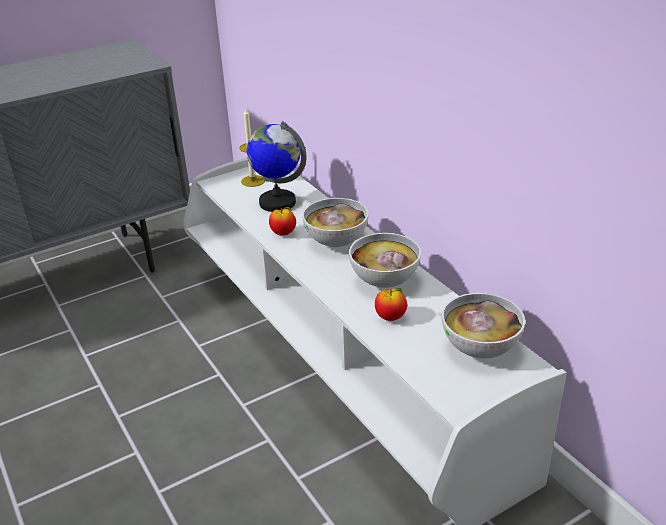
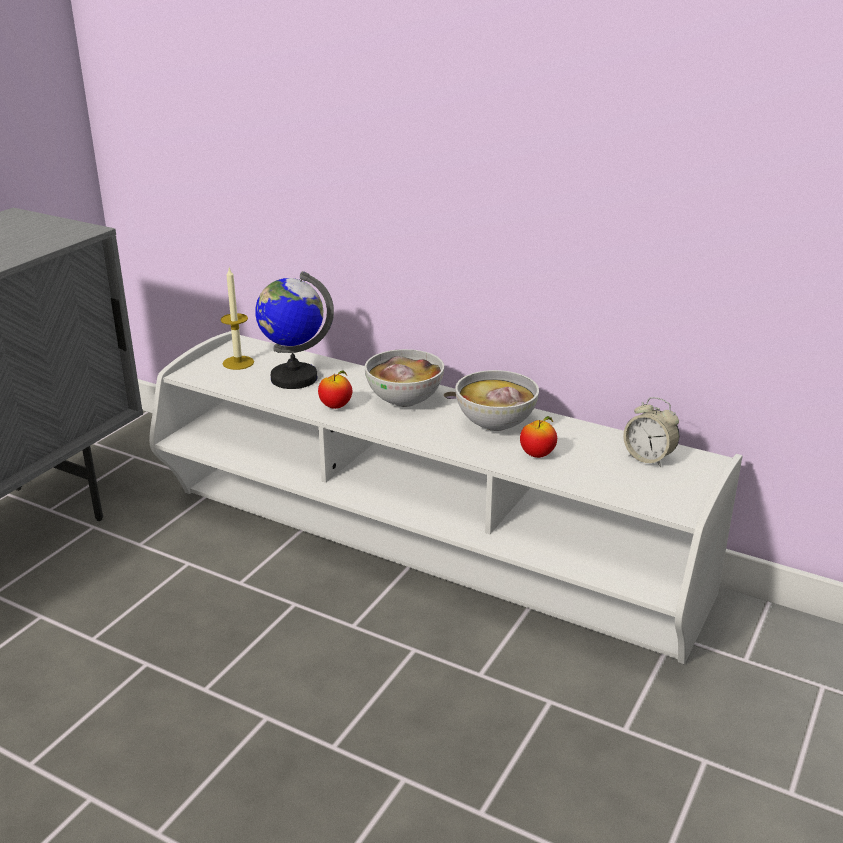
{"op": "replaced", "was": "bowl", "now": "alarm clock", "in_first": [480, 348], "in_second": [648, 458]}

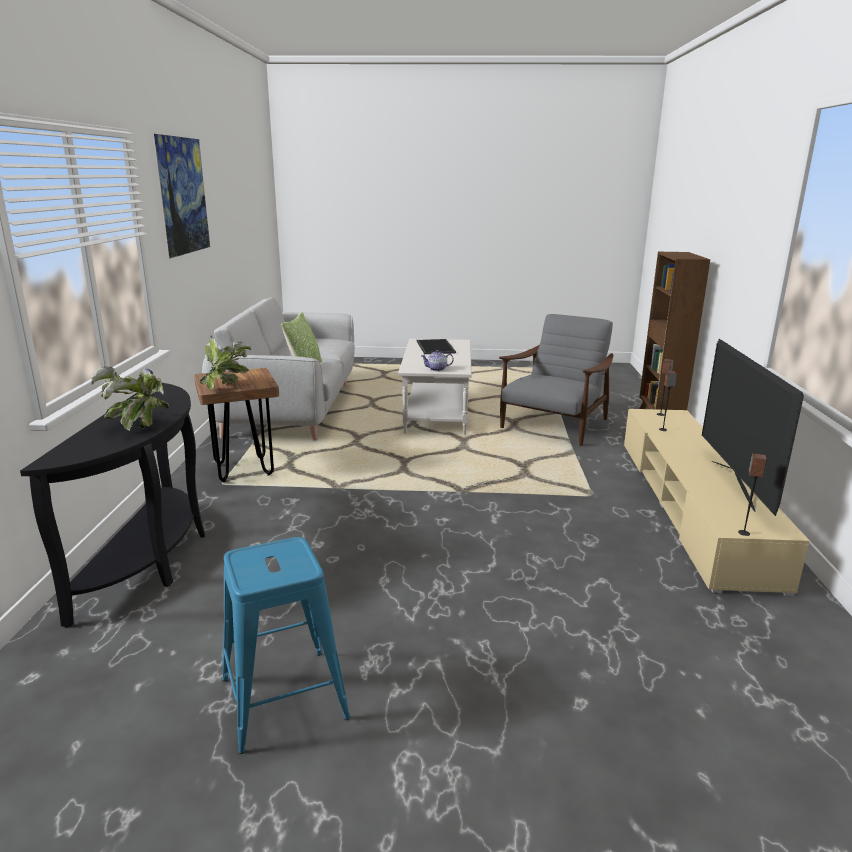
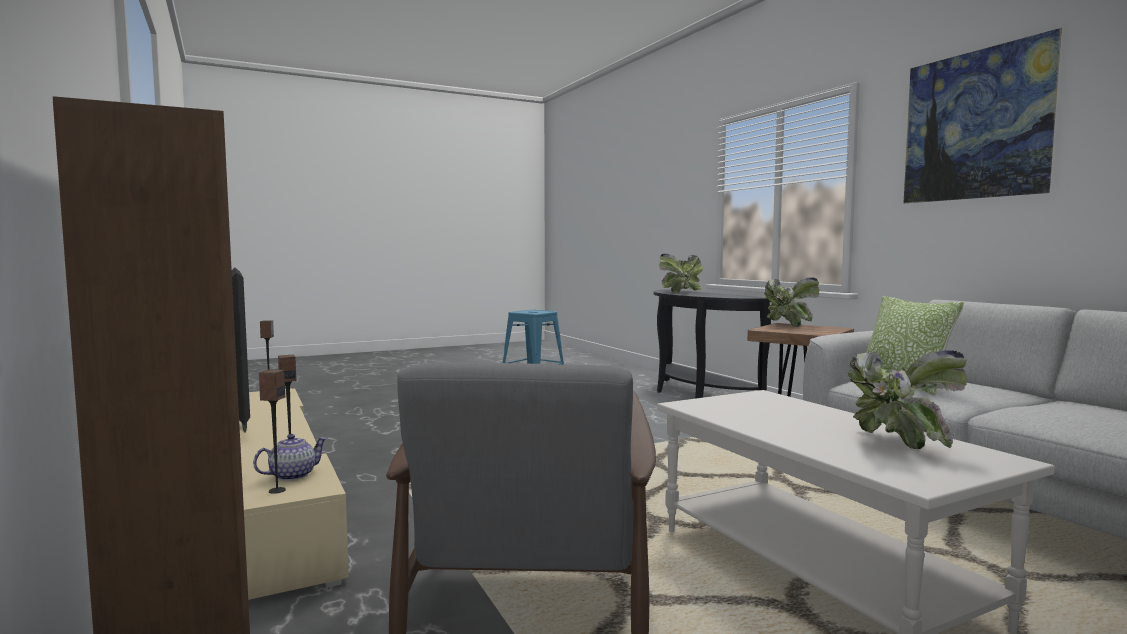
{"op": "moved", "was": "teapot", "in_first": [437, 369], "in_second": [292, 475]}
{"op": "replaced", "was": "tray", "now": "potted plant", "in_first": [434, 347], "in_second": [894, 445]}

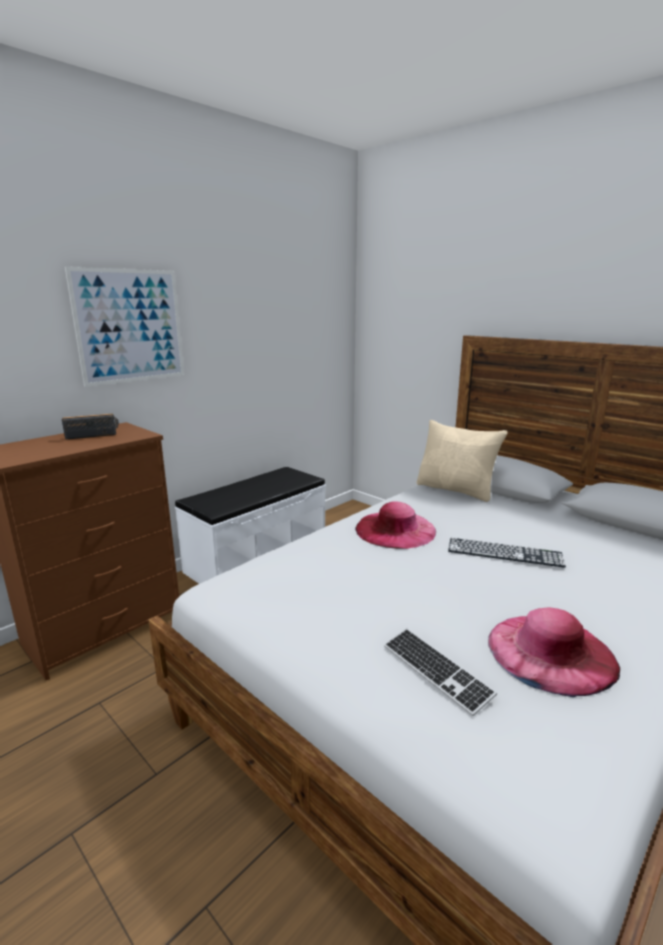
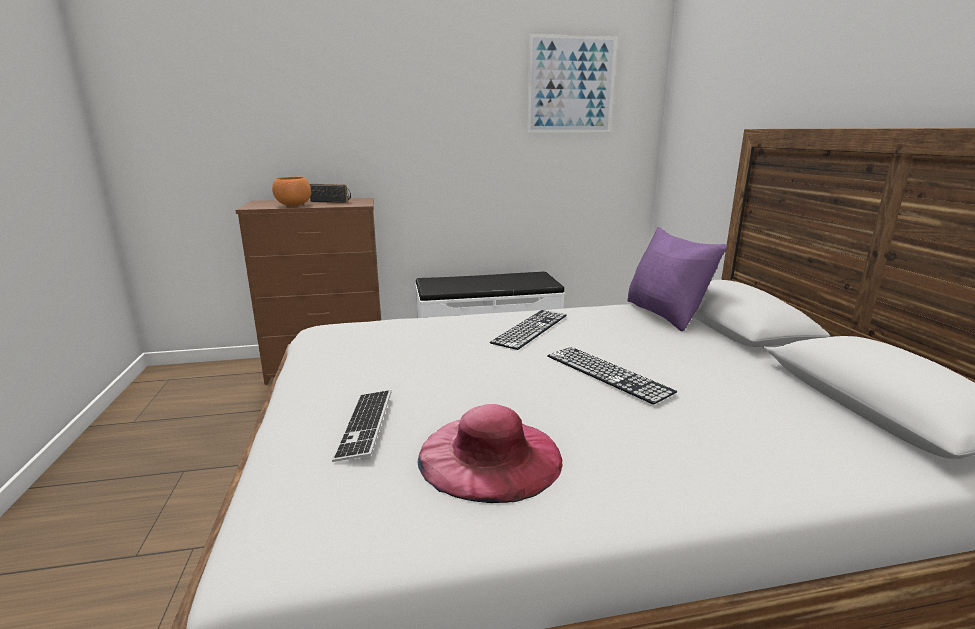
{"op": "added", "now": "orange bowl", "in_second": [293, 205]}
{"op": "replaced", "was": "pink hat", "now": "keyboard", "in_first": [395, 529], "in_second": [530, 328]}
{"op": "moved", "was": "picture", "in_first": [130, 326], "in_second": [571, 85]}
{"op": "recoloured", "was": "beige pillow", "now": "purple pillow", "in_first": [456, 490], "in_second": [665, 314]}

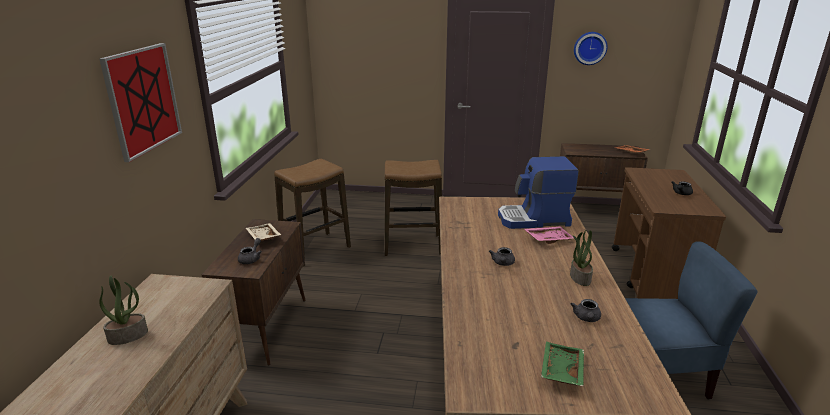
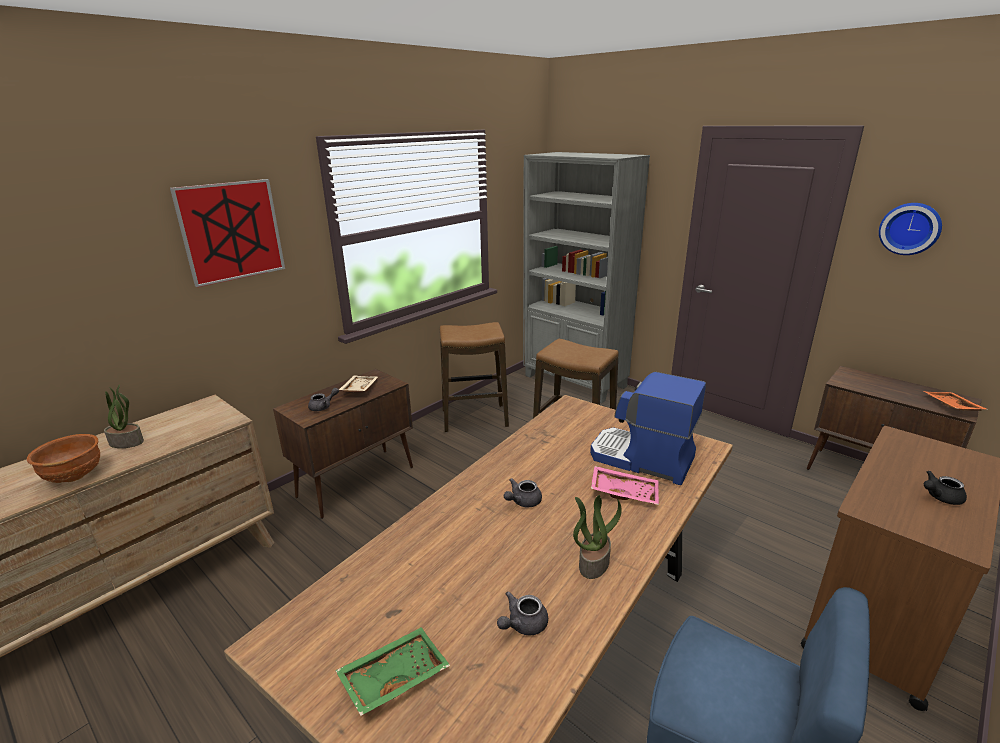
{"op": "added", "now": "brown bowl", "in_second": [75, 476]}
{"op": "added", "now": "grey bookcase", "in_second": [575, 381]}

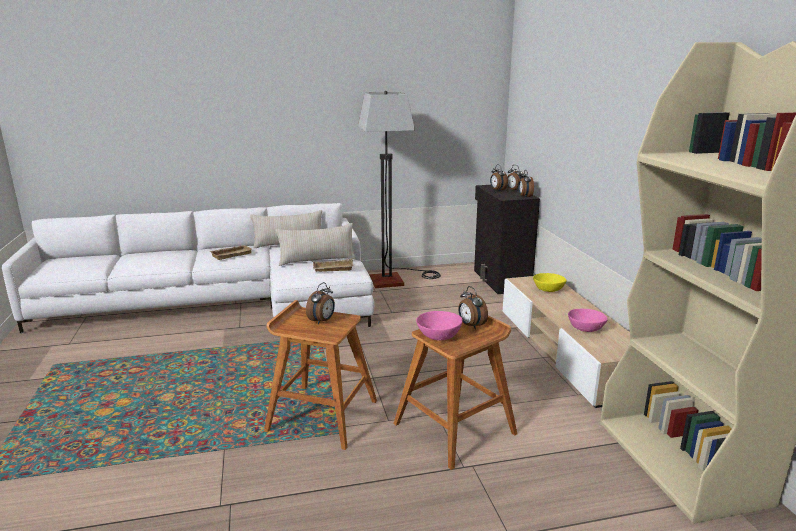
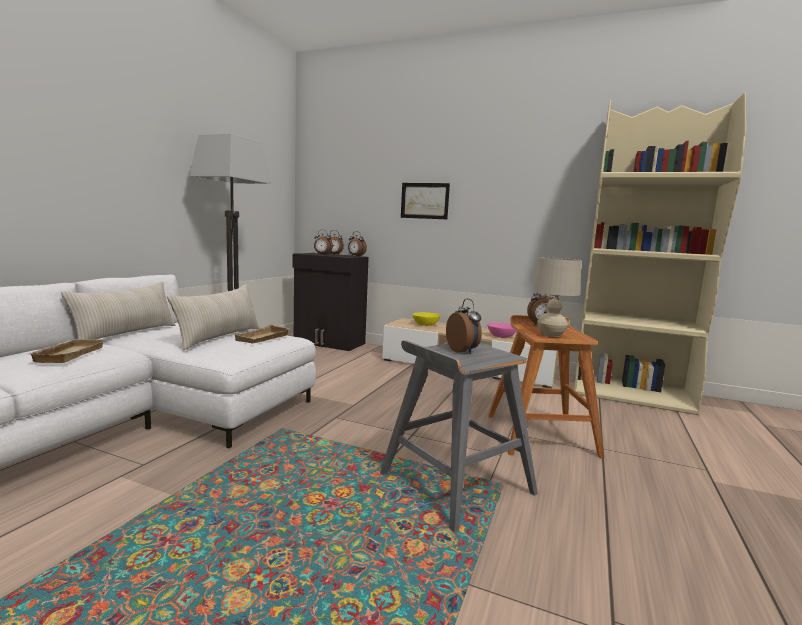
{"op": "recoloured", "was": "brown stool", "now": "grey stool", "in_first": [321, 415], "in_second": [455, 484]}
{"op": "added", "now": "picture", "in_second": [424, 200]}
{"op": "replaced", "was": "pink bowl", "now": "beige table lamp", "in_first": [438, 335], "in_second": [551, 335]}

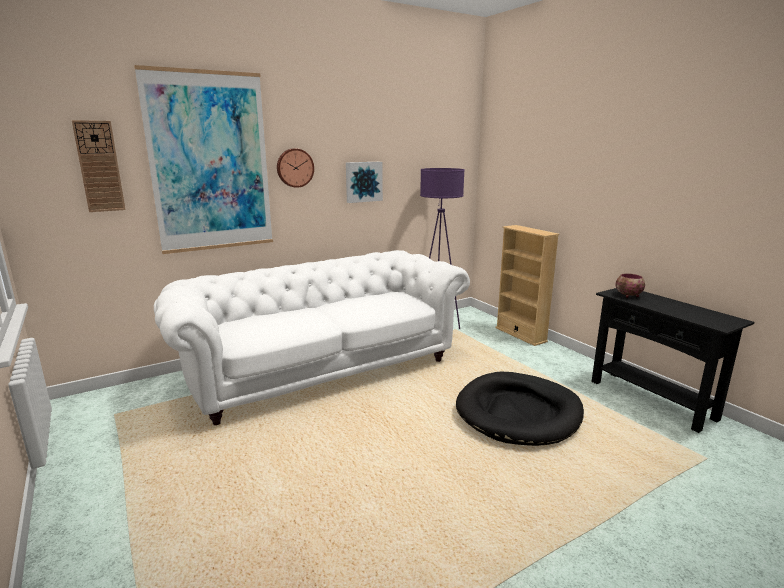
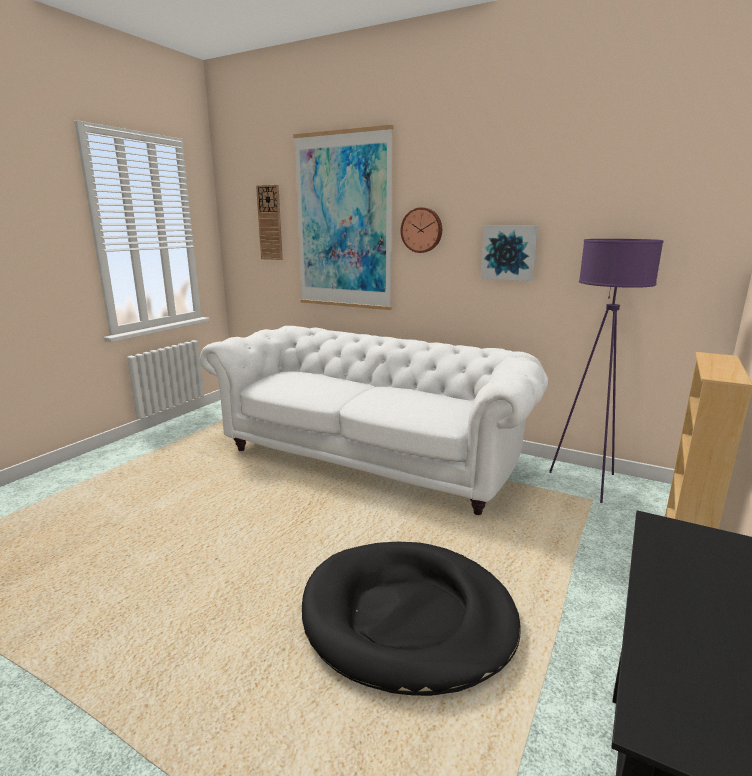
{"op": "removed", "was": "bowl", "in_first": [628, 295]}

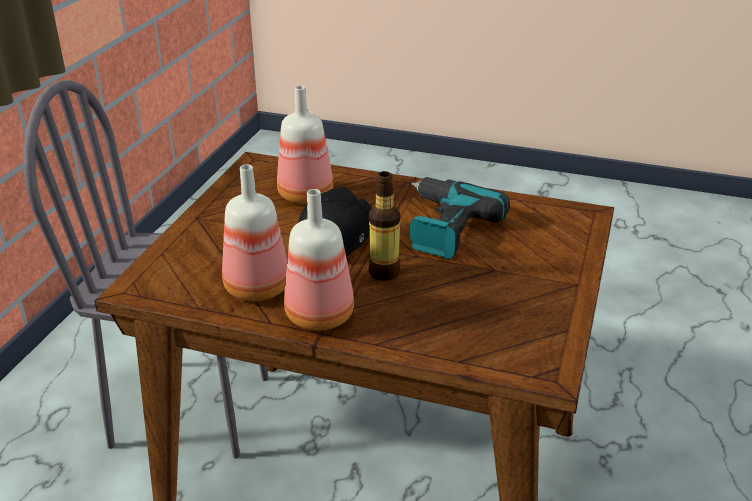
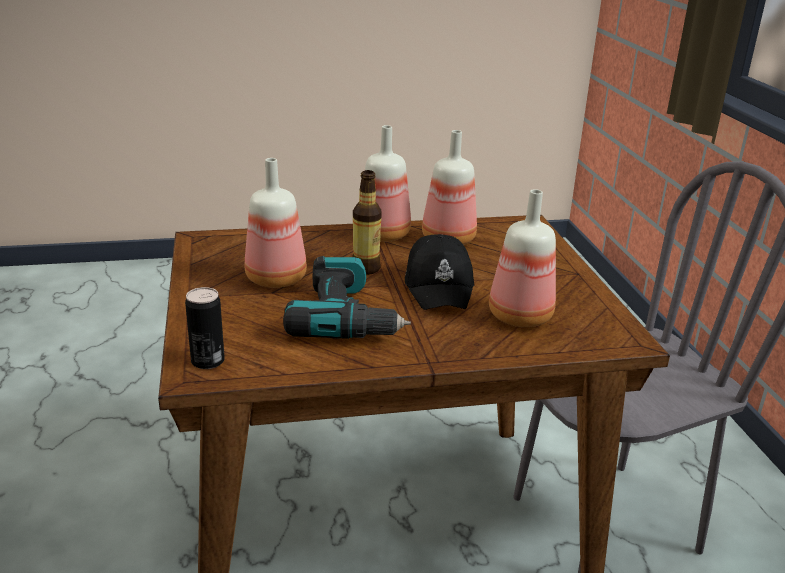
{"op": "added", "now": "can", "in_second": [208, 361]}
{"op": "added", "now": "bottle", "in_second": [277, 278]}

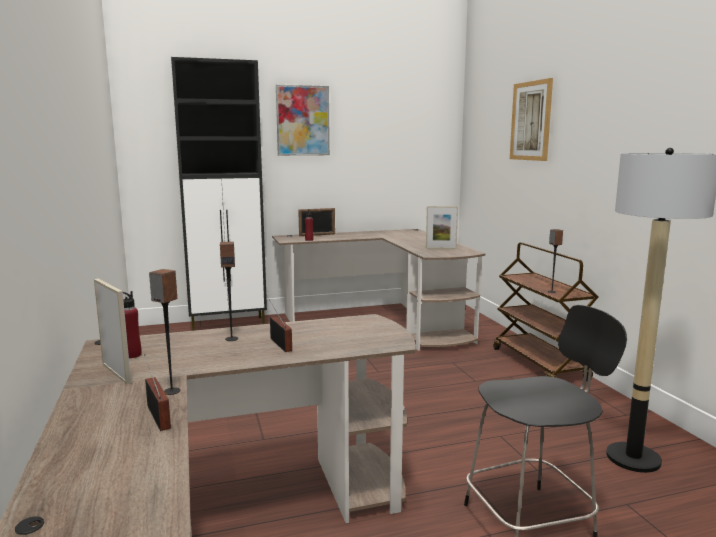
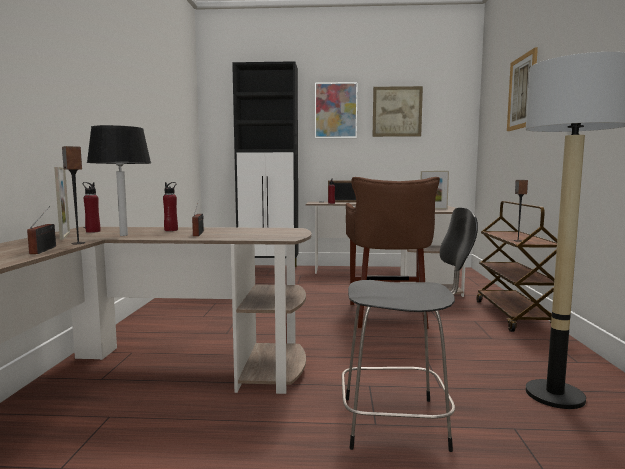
{"op": "added", "now": "black table lamp", "in_second": [123, 235]}
{"op": "replaced", "was": "speaker", "now": "red bottle", "in_first": [231, 339], "in_second": [171, 230]}
{"op": "added", "now": "brown stool", "in_second": [388, 315]}
{"op": "added", "now": "picture", "in_second": [397, 111]}

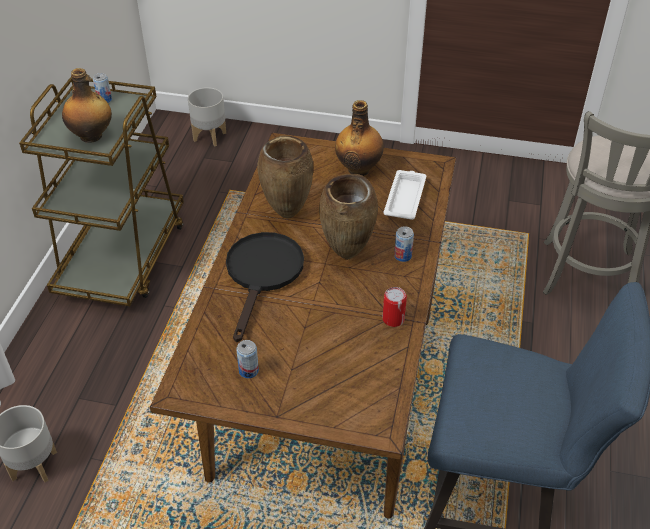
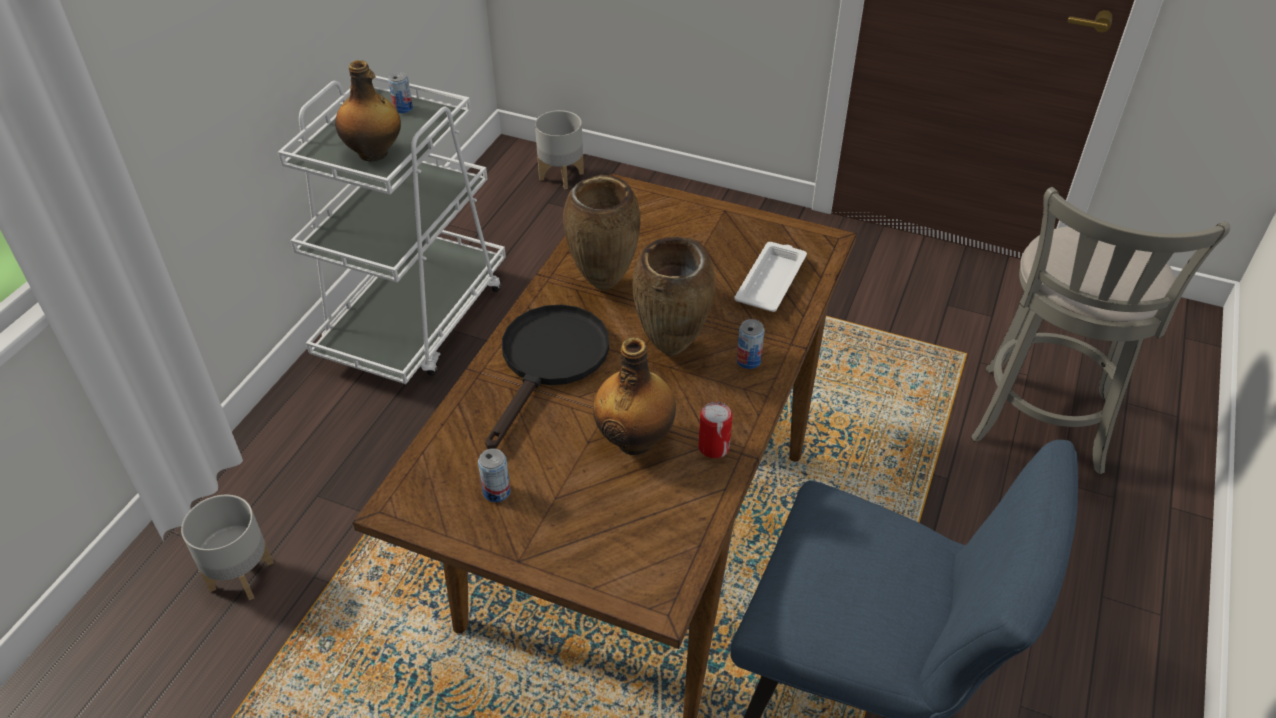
{"op": "recoloured", "was": "brown cart", "now": "white cart", "in_first": [123, 257], "in_second": [415, 319]}
{"op": "moved", "was": "bottle", "in_first": [359, 169], "in_second": [635, 439]}

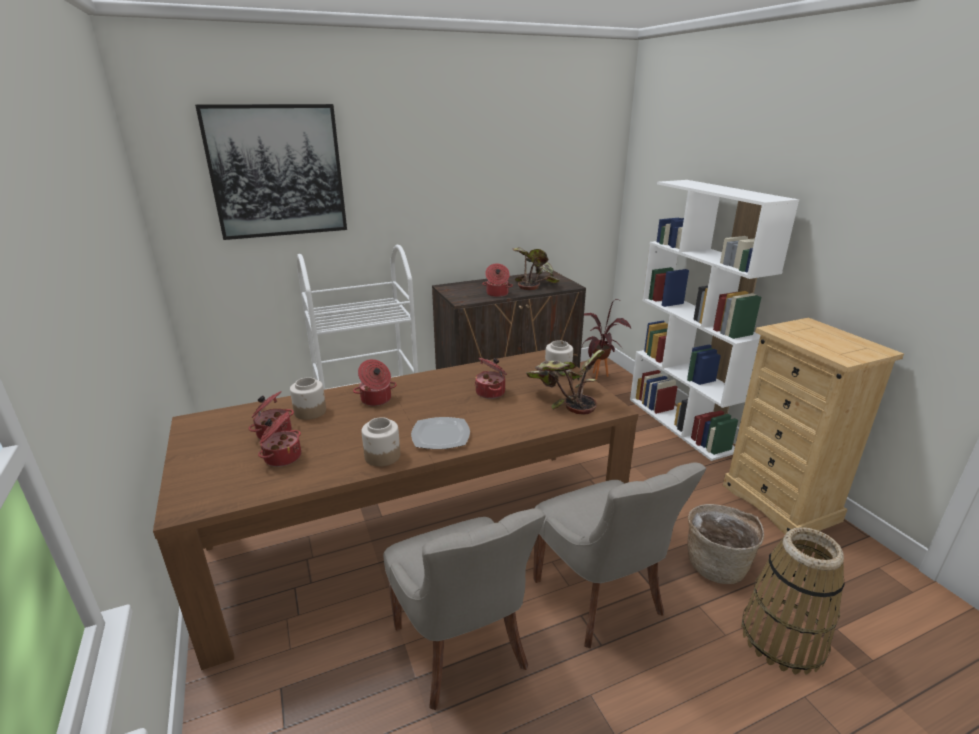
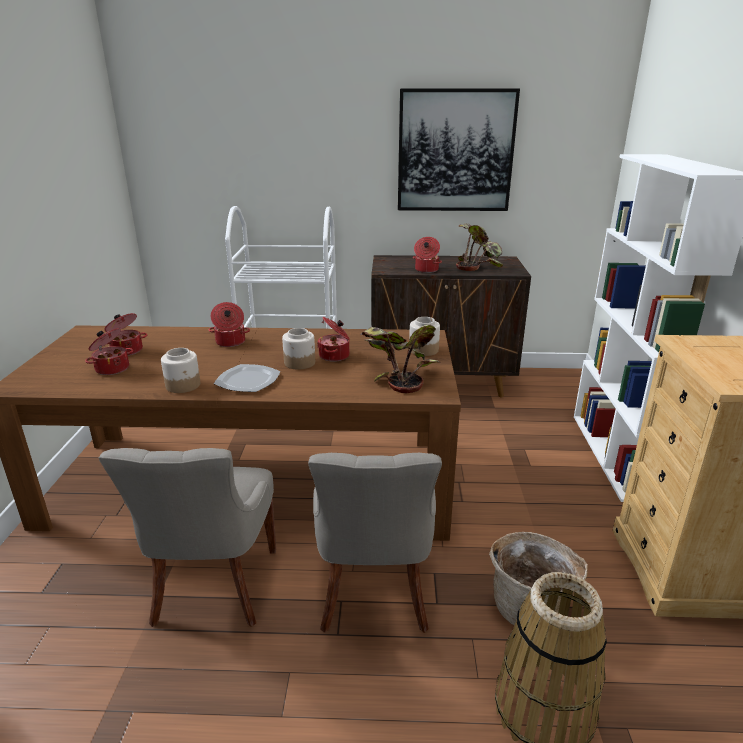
{"op": "moved", "was": "jar", "in_first": [310, 411], "in_second": [300, 363]}
{"op": "moved", "was": "picture", "in_first": [277, 172], "in_second": [455, 151]}
{"op": "removed", "was": "potted plant", "in_first": [598, 378]}

